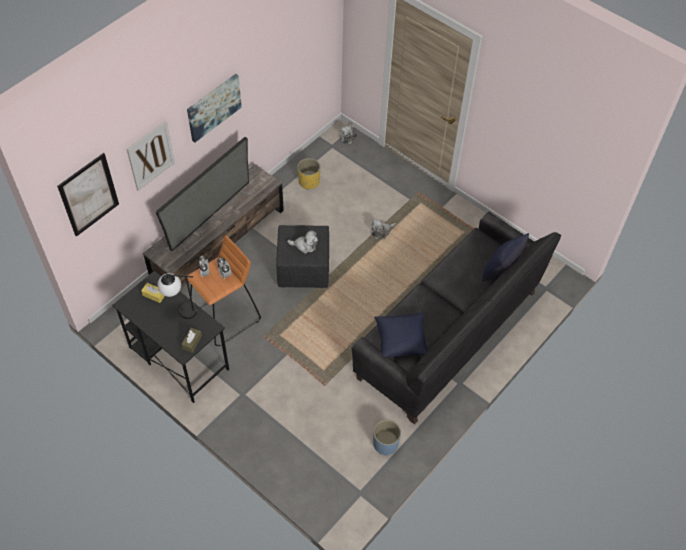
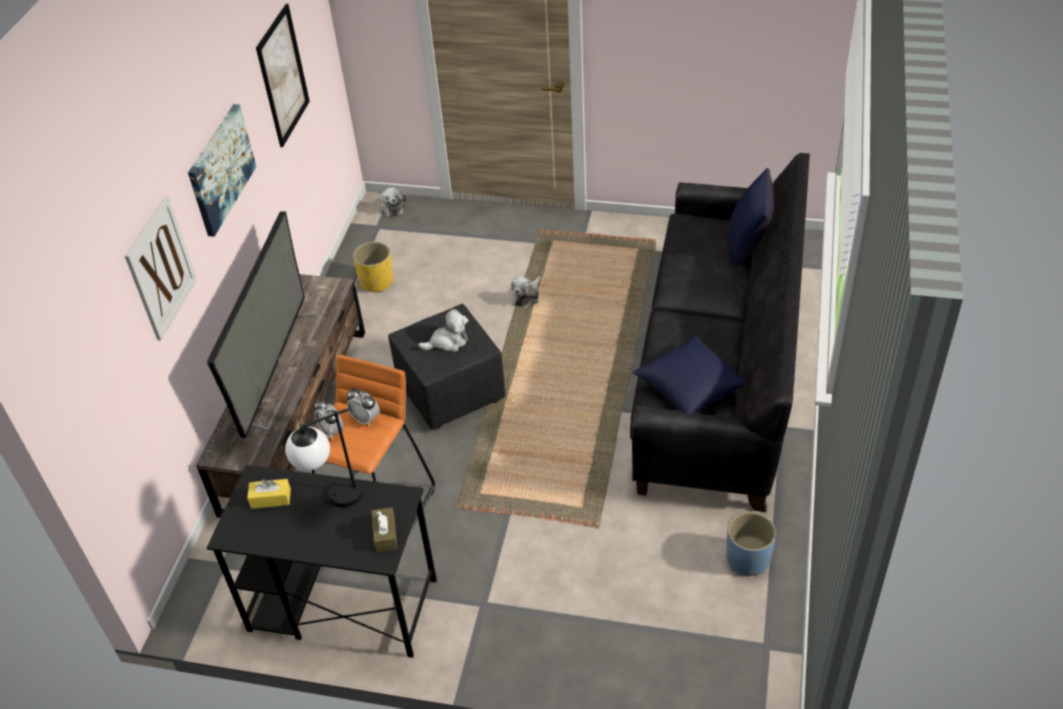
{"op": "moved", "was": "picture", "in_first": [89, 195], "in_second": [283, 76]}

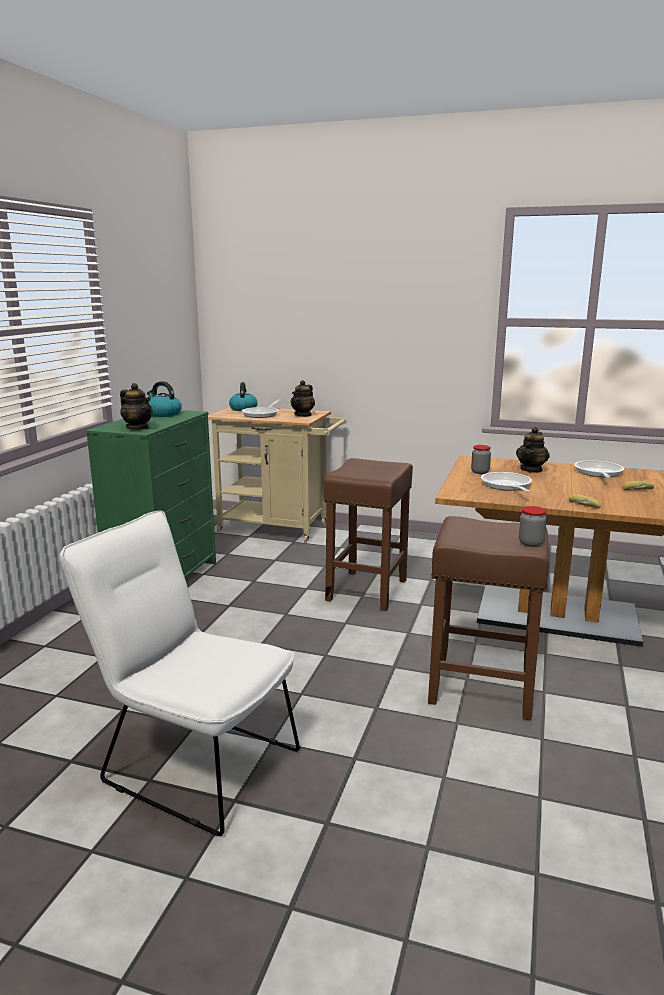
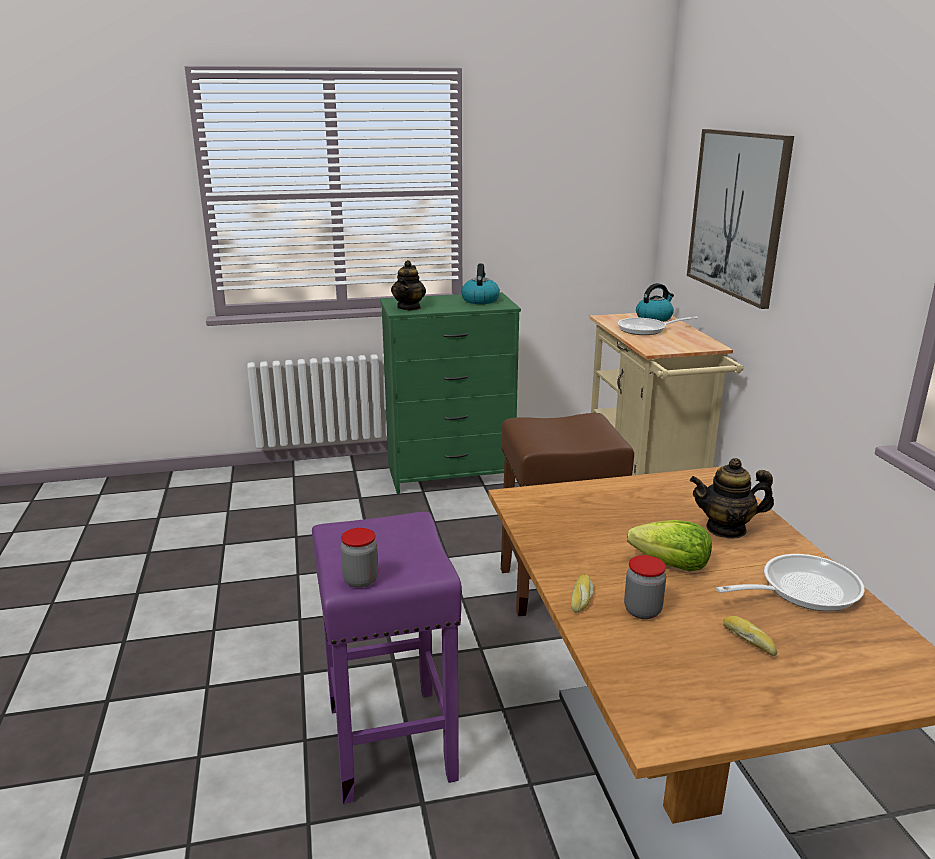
{"op": "recoloured", "was": "brown stool", "now": "purple stool", "in_first": [479, 688], "in_second": [389, 740]}
{"op": "moved", "was": "jar", "in_first": [480, 472], "in_second": [642, 610]}
{"op": "added", "now": "lettuce", "in_second": [671, 565]}
{"op": "added", "now": "picture", "in_second": [737, 214]}
{"op": "removed", "was": "white chair", "in_first": [192, 762]}
{"op": "removed", "was": "teapot", "in_first": [303, 415]}
{"op": "removed", "was": "frying pan", "in_first": [507, 486]}

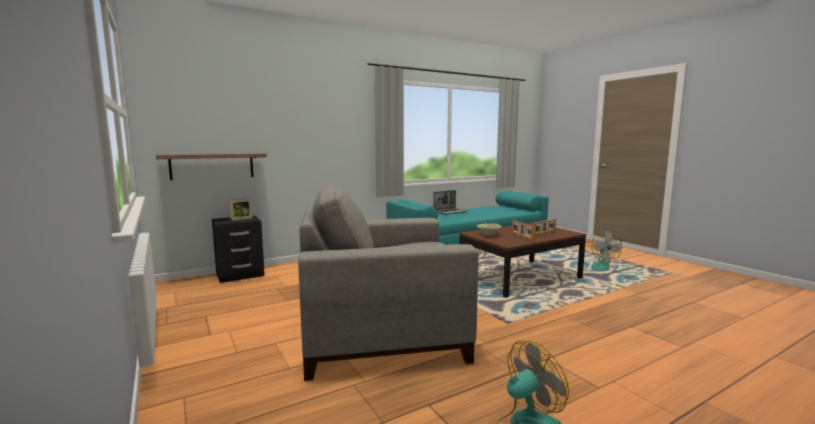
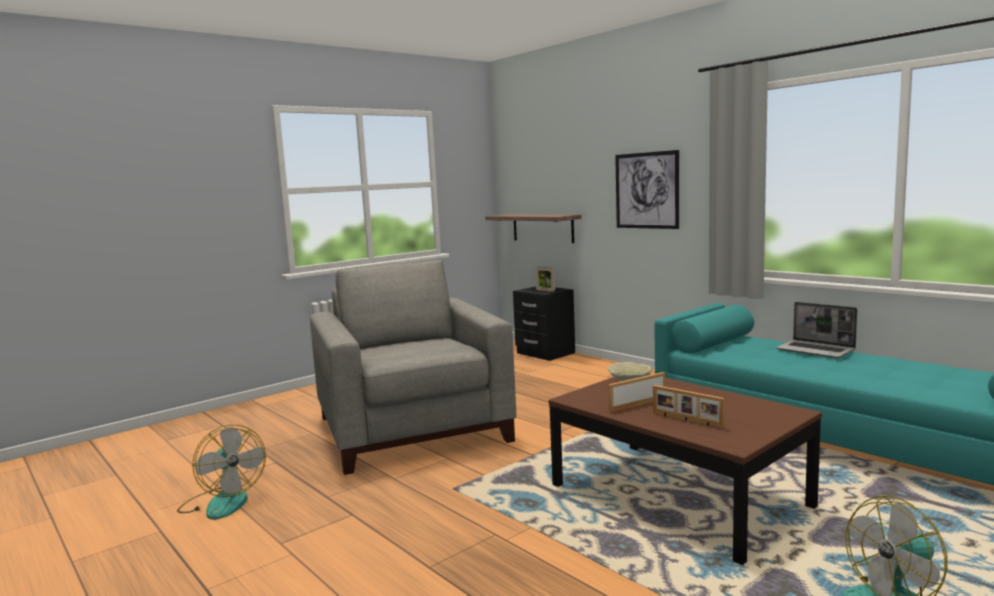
{"op": "added", "now": "picture", "in_second": [646, 190]}

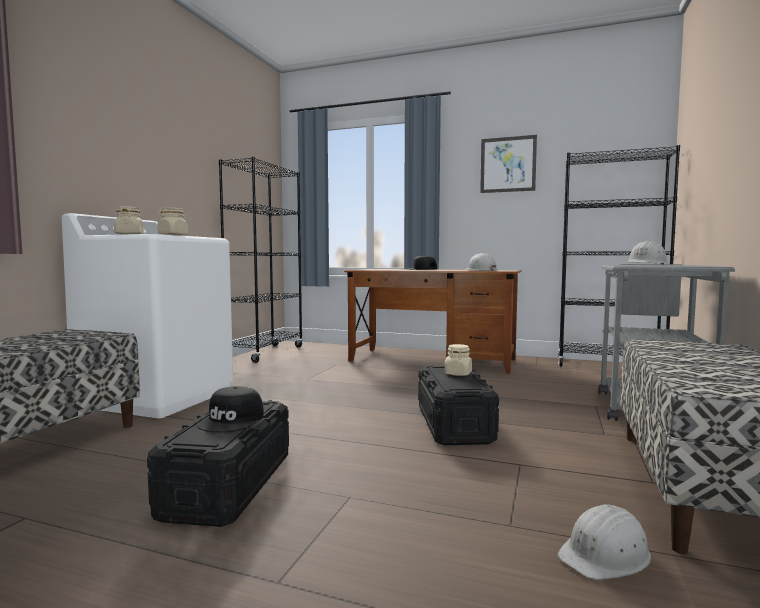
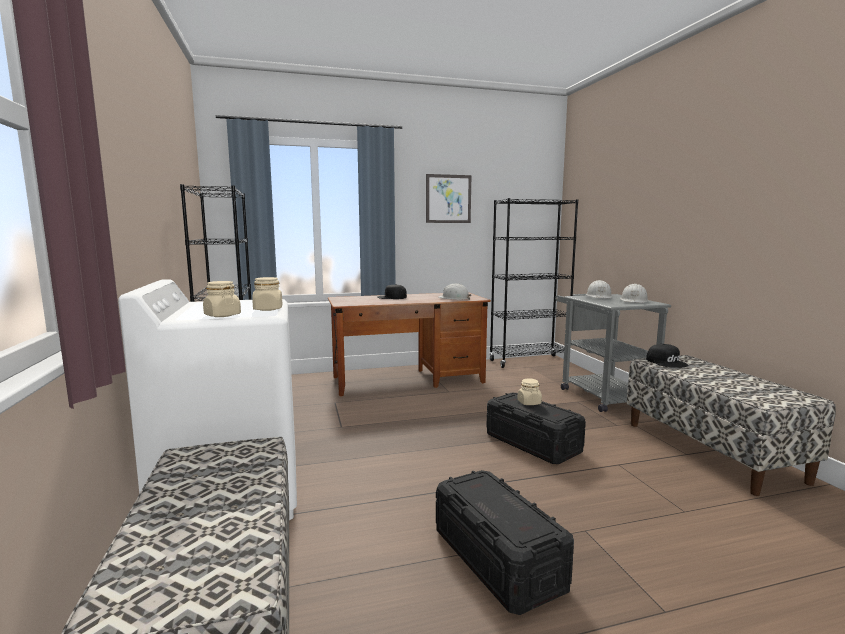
{"op": "moved", "was": "white hard hat", "in_first": [605, 554], "in_second": [634, 301]}
{"op": "moved", "was": "black cap", "in_first": [233, 420], "in_second": [666, 362]}

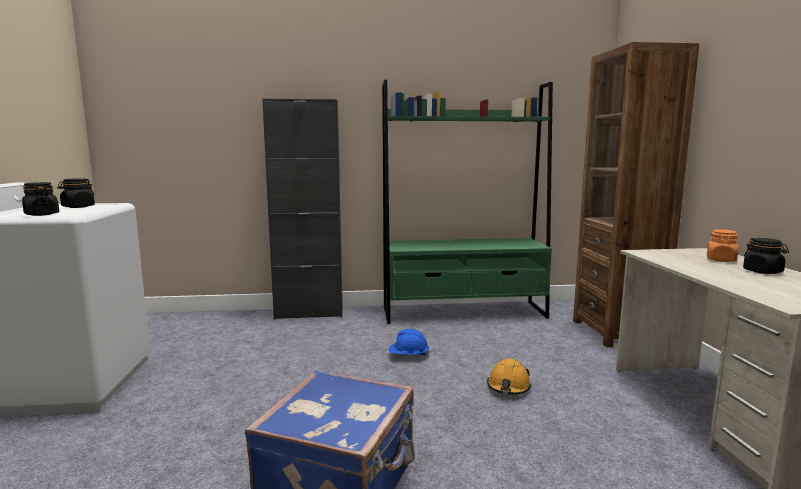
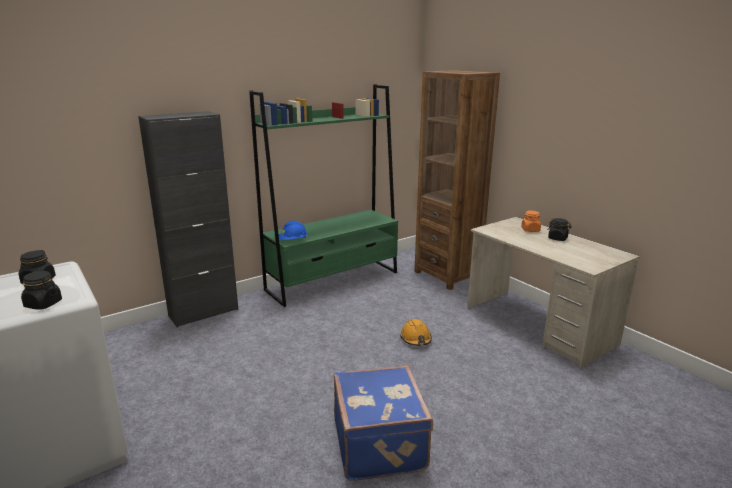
{"op": "moved", "was": "blue hard hat", "in_first": [408, 356], "in_second": [293, 241]}

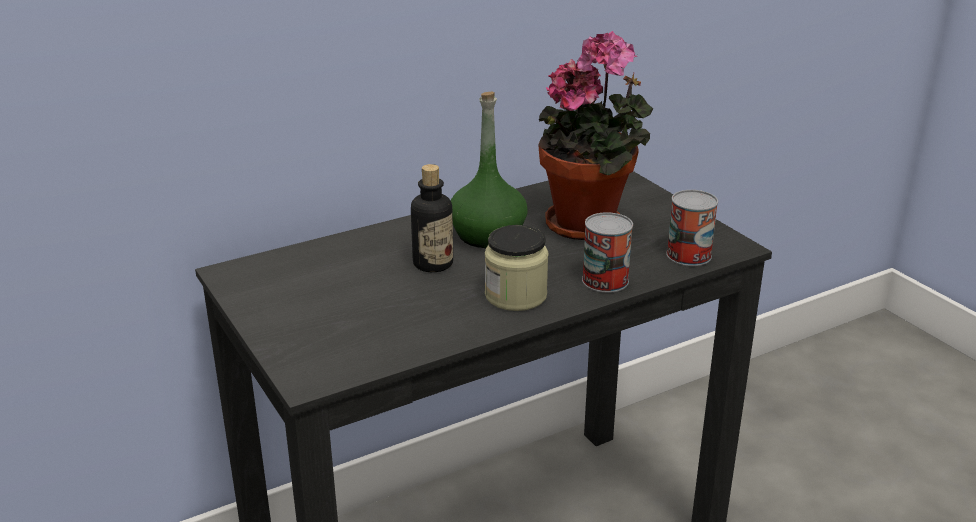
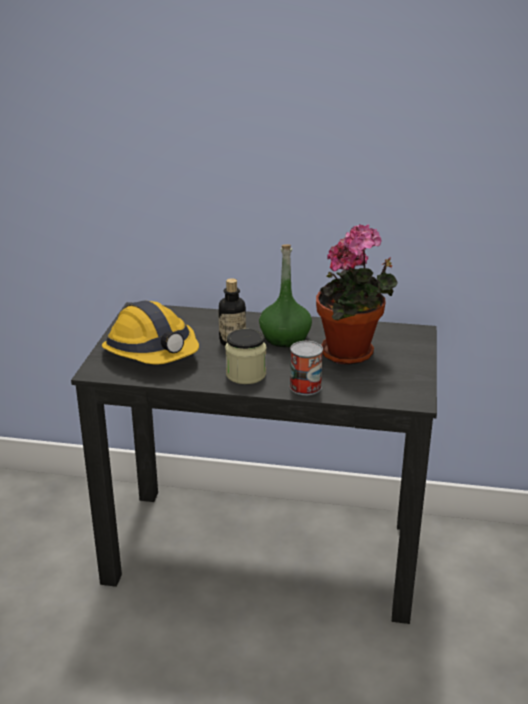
{"op": "added", "now": "hard hat", "in_second": [152, 352]}
{"op": "removed", "was": "can", "in_first": [688, 255]}

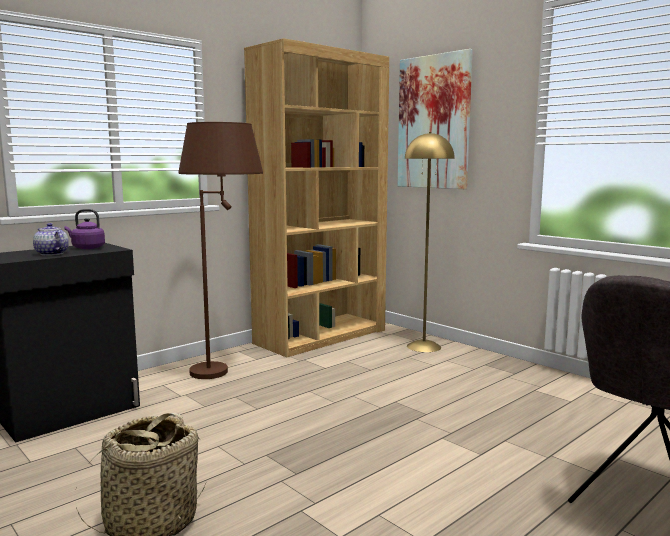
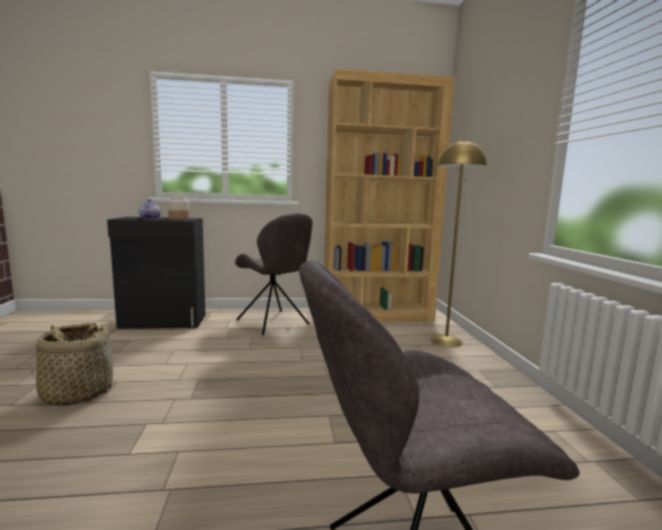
{"op": "replaced", "was": "purple kettle", "now": "jar", "in_first": [86, 248], "in_second": [178, 218]}
{"op": "replaced", "was": "brown floor lamp", "now": "grey chair", "in_first": [228, 374], "in_second": [274, 323]}
{"op": "removed", "was": "picture", "in_first": [433, 122]}

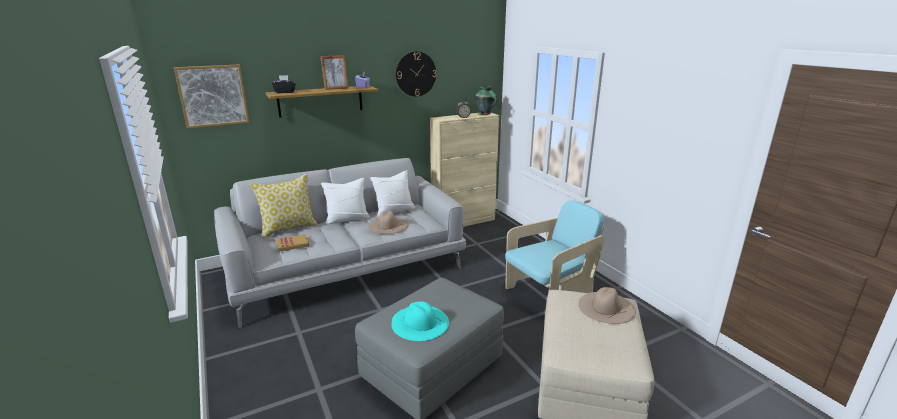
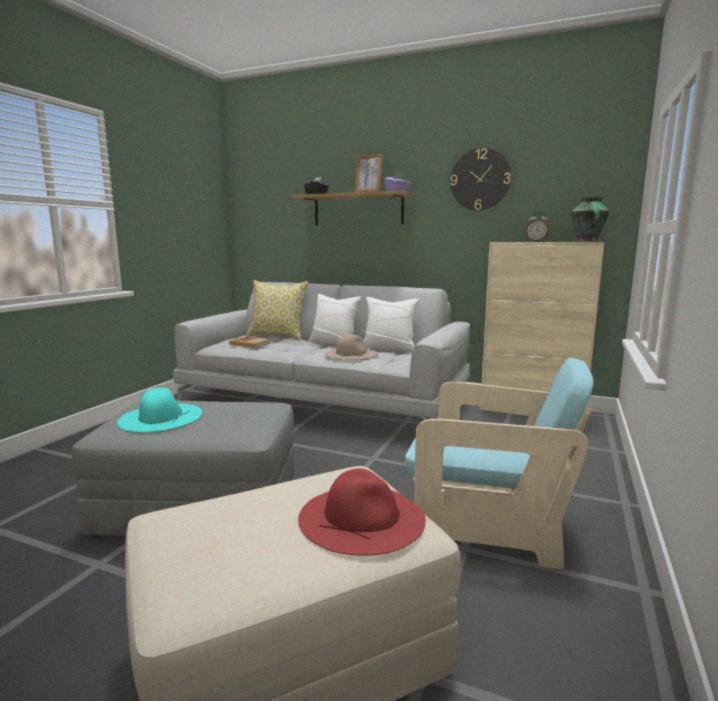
{"op": "recoloured", "was": "beige hat", "now": "red hat", "in_first": [606, 307], "in_second": [361, 517]}
{"op": "removed", "was": "picture", "in_first": [213, 95]}

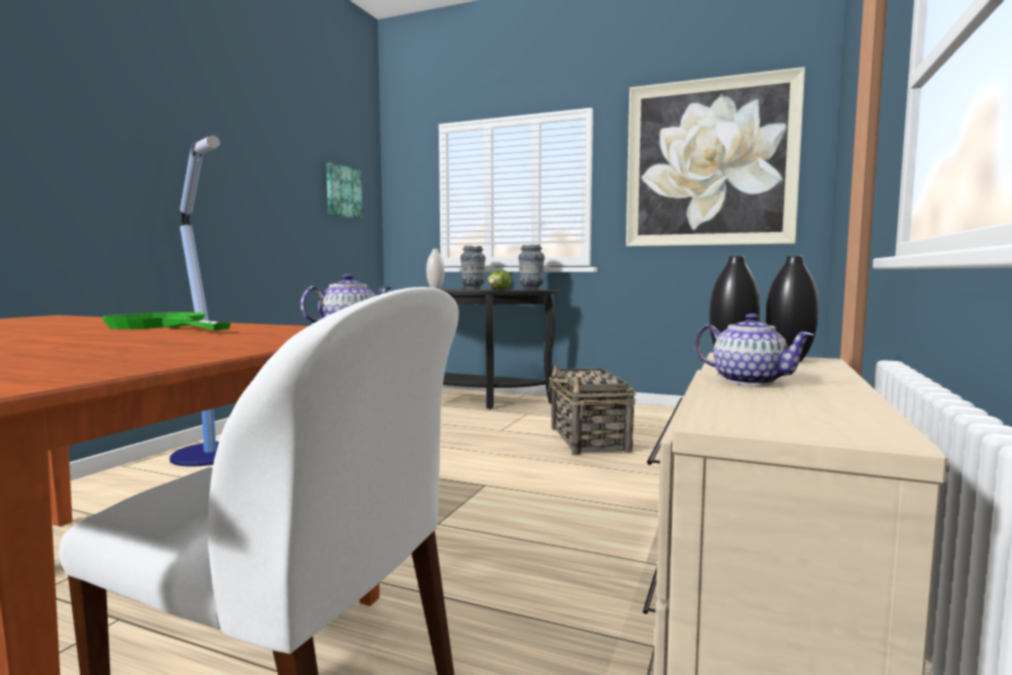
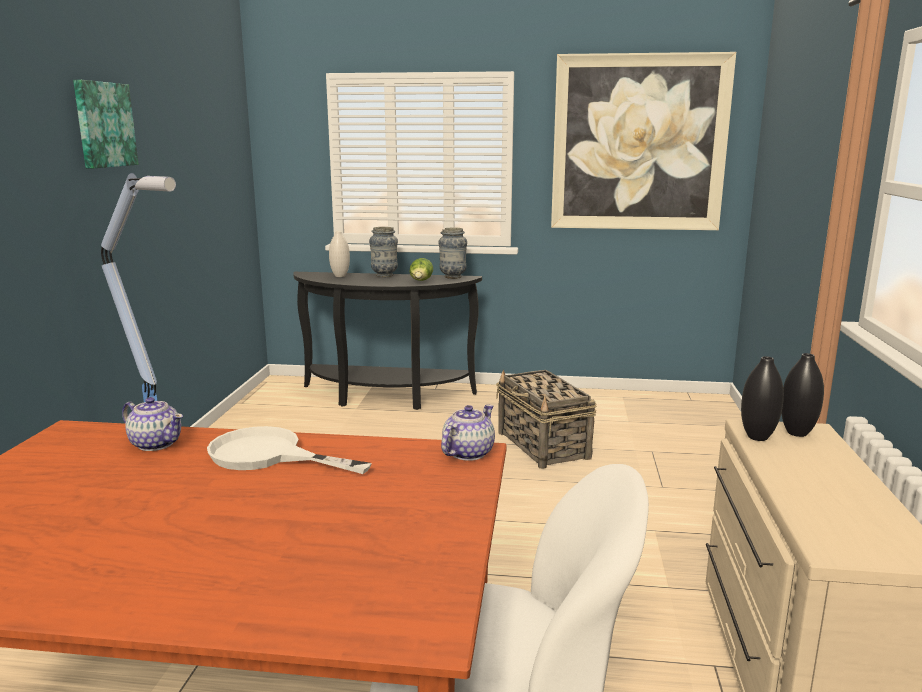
{"op": "moved", "was": "picture", "in_first": [342, 192], "in_second": [103, 125]}
{"op": "moved", "was": "teapot", "in_first": [748, 381], "in_second": [156, 443]}
{"op": "recoloured", "was": "green frying pan", "now": "white frying pan", "in_first": [164, 326], "in_second": [269, 455]}

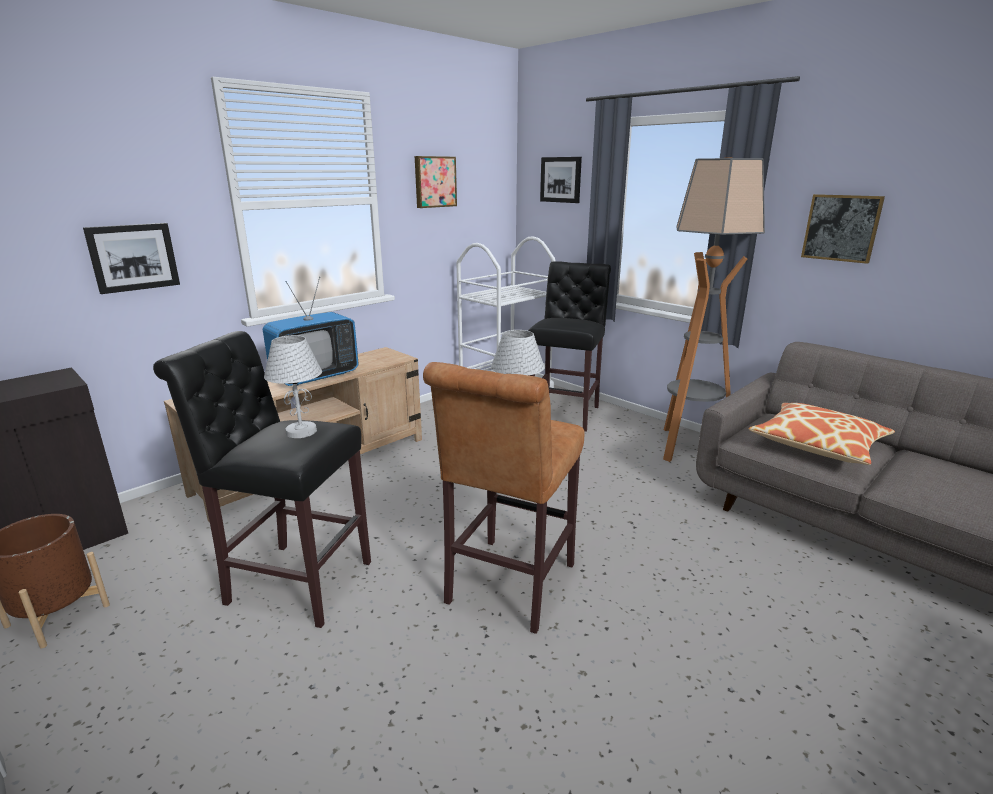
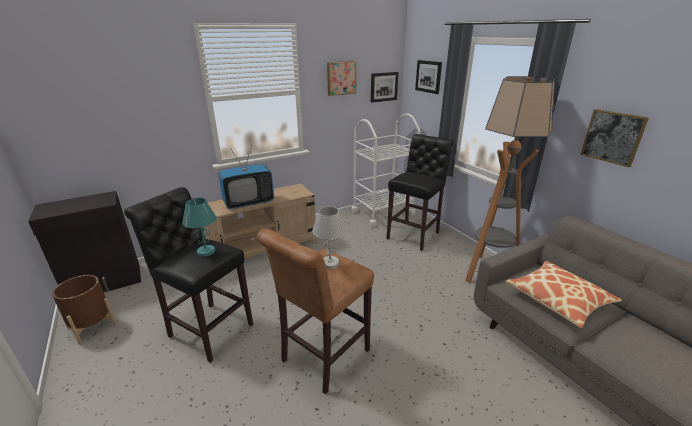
{"op": "recoloured", "was": "white table lamp", "now": "turquoise table lamp", "in_first": [300, 431], "in_second": [205, 251]}
{"op": "moved", "was": "picture", "in_first": [133, 257], "in_second": [383, 87]}

